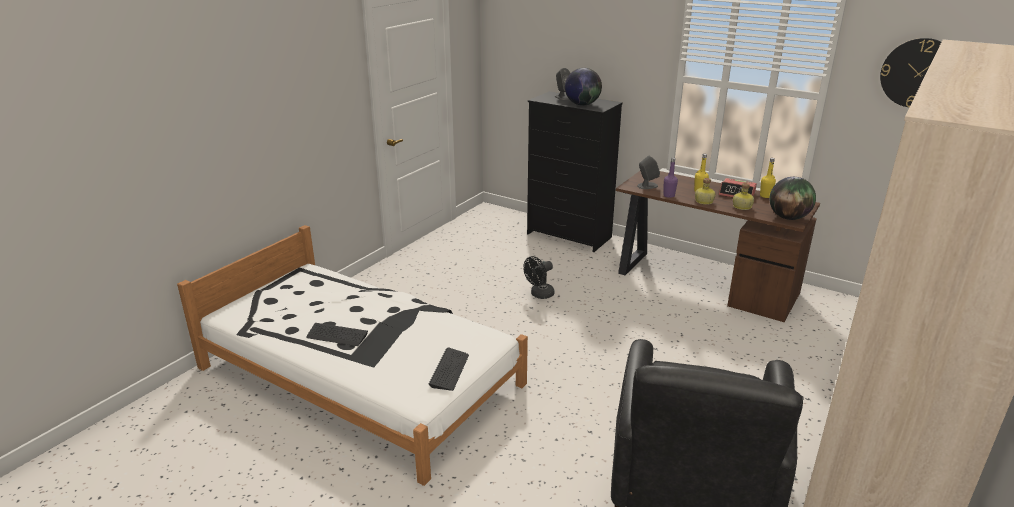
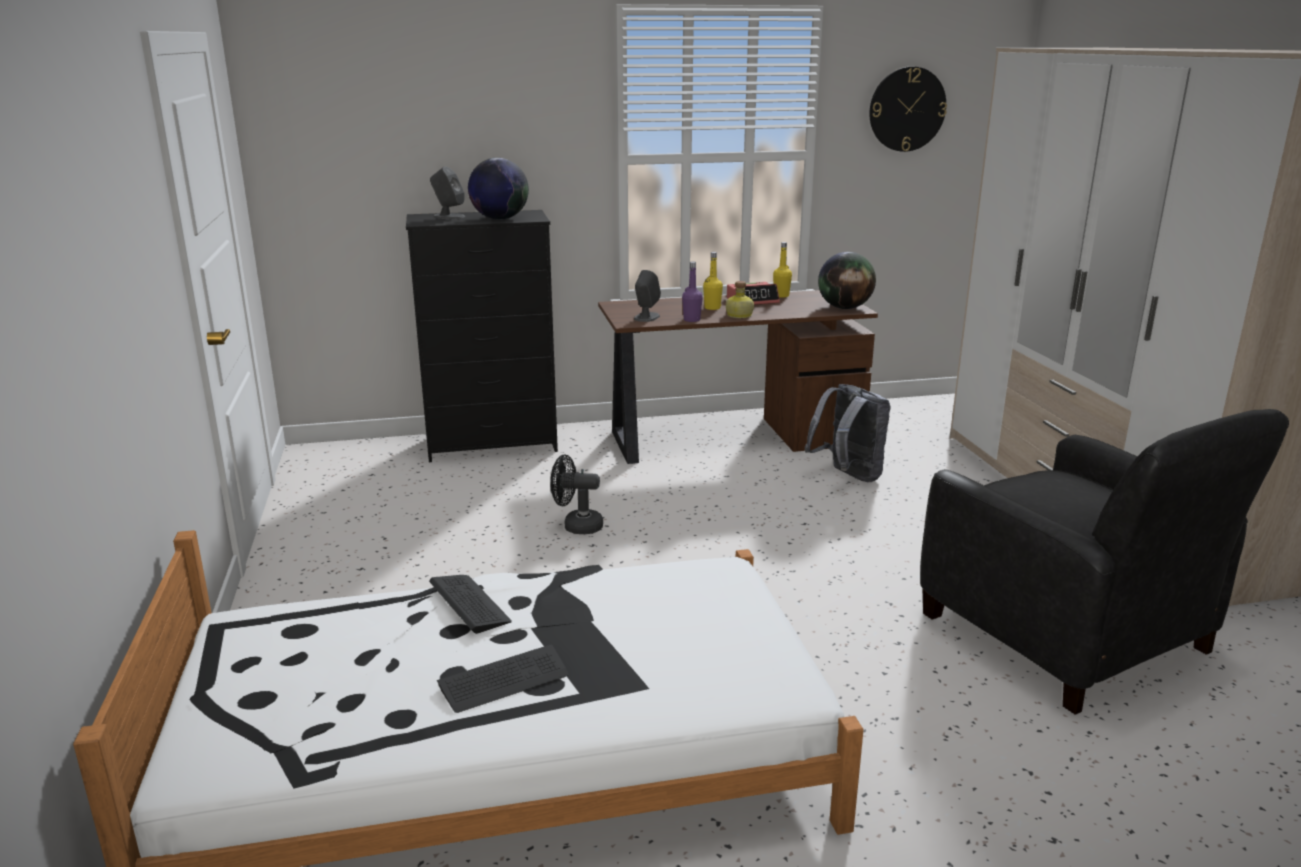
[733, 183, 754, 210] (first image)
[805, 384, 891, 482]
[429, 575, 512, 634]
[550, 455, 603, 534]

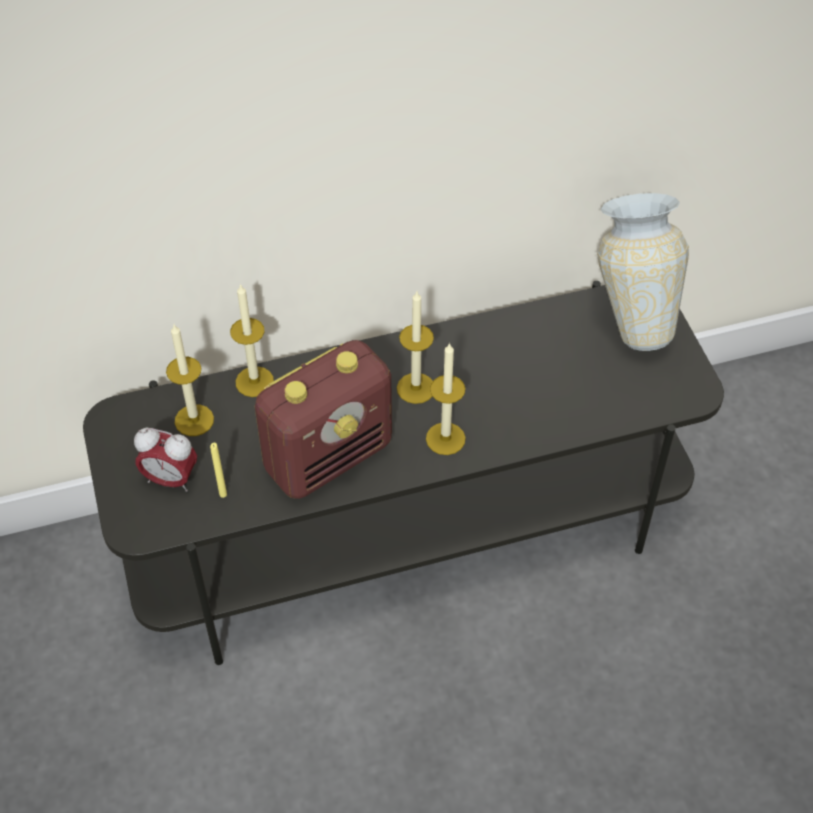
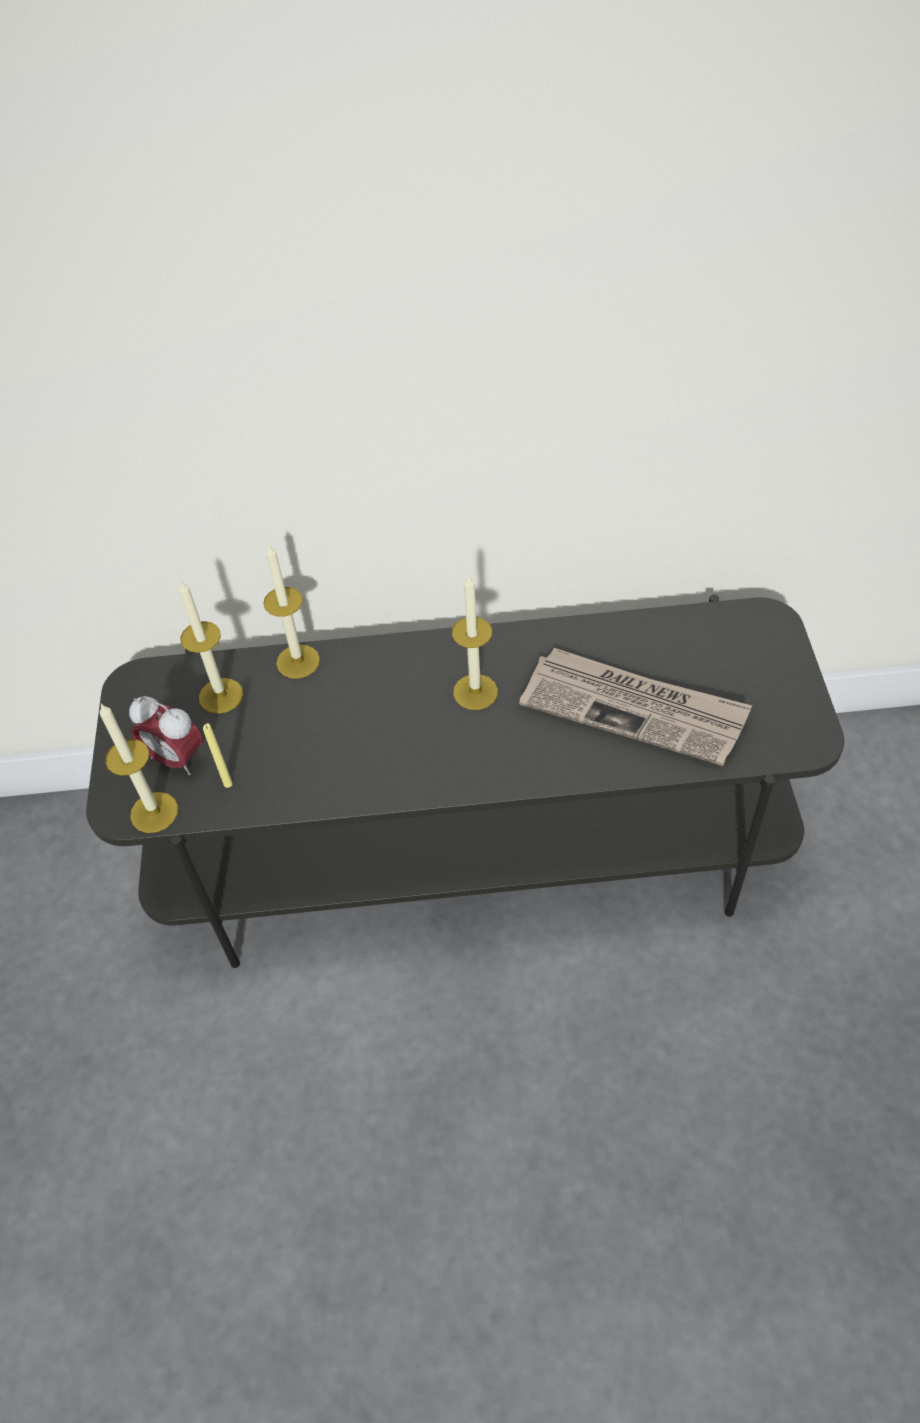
[255, 340, 392, 499] (first image)
[597, 193, 689, 351] (first image)
[519, 648, 752, 766]
[99, 703, 178, 833]

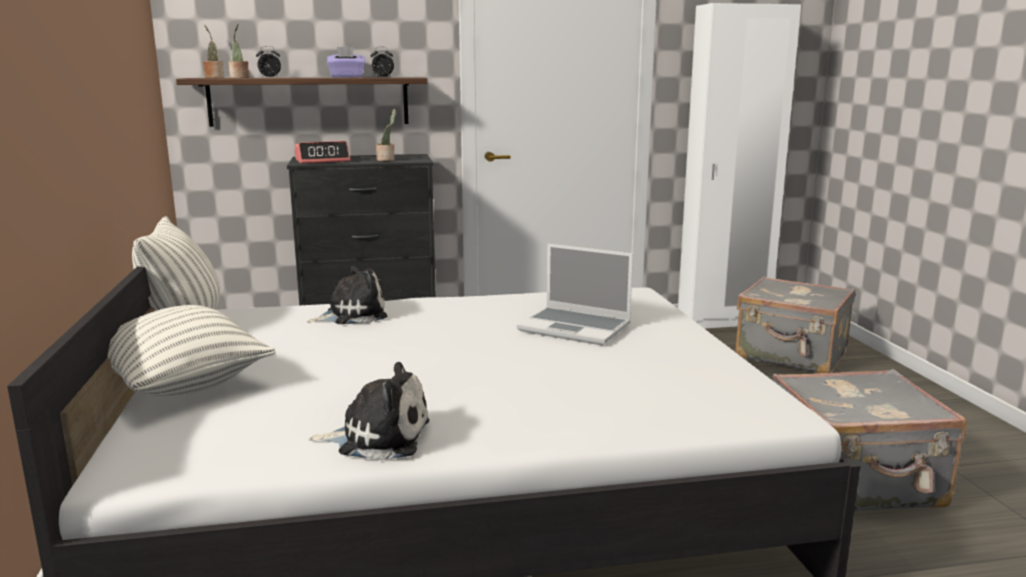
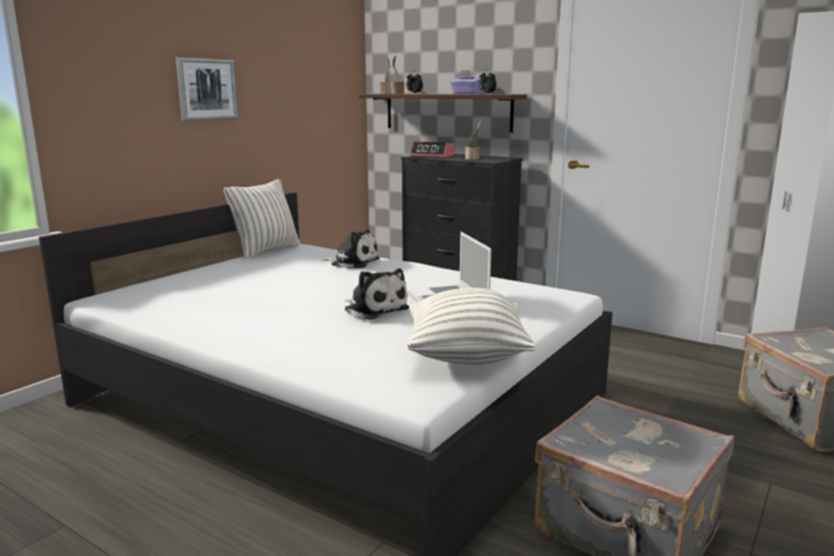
[176, 57, 238, 121]
[407, 288, 537, 365]
[345, 268, 409, 320]

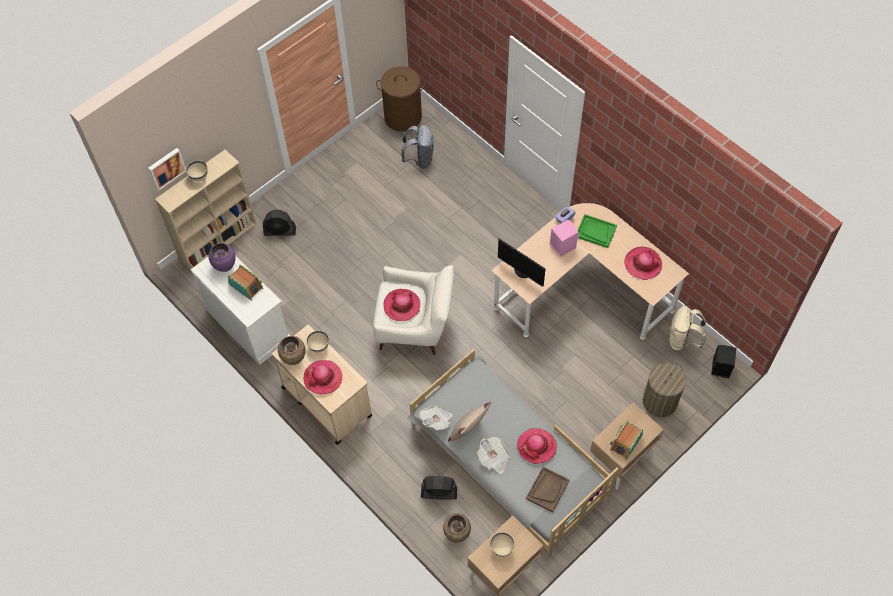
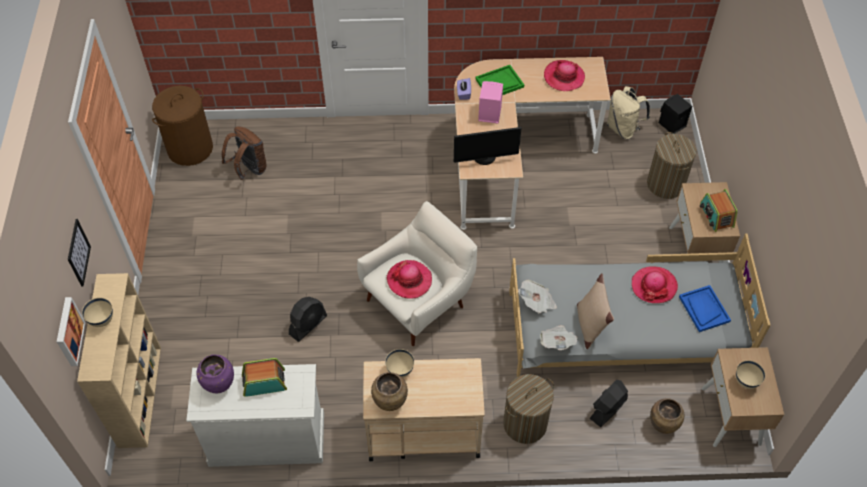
[303, 360, 342, 394] (first image)
[68, 219, 91, 287]
[503, 374, 554, 444]
[289, 297, 327, 342]
[518, 280, 557, 313]
[222, 126, 267, 180]
[679, 285, 731, 332]

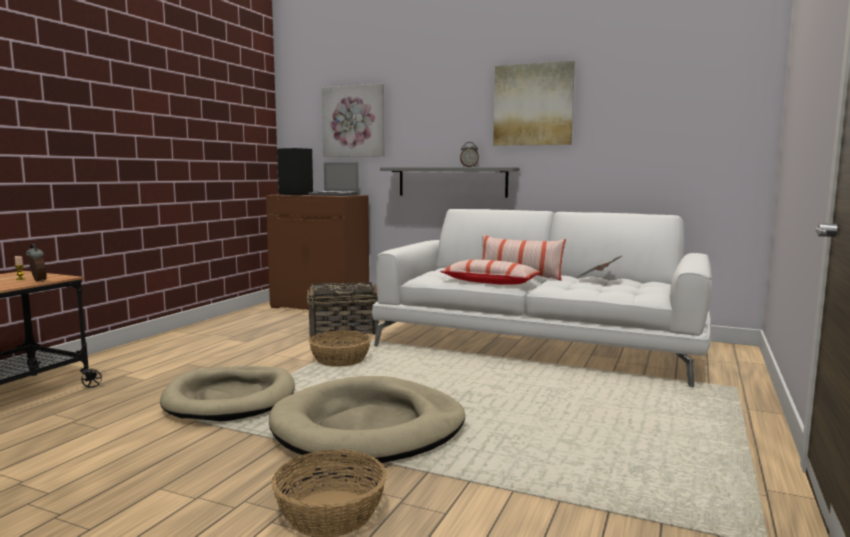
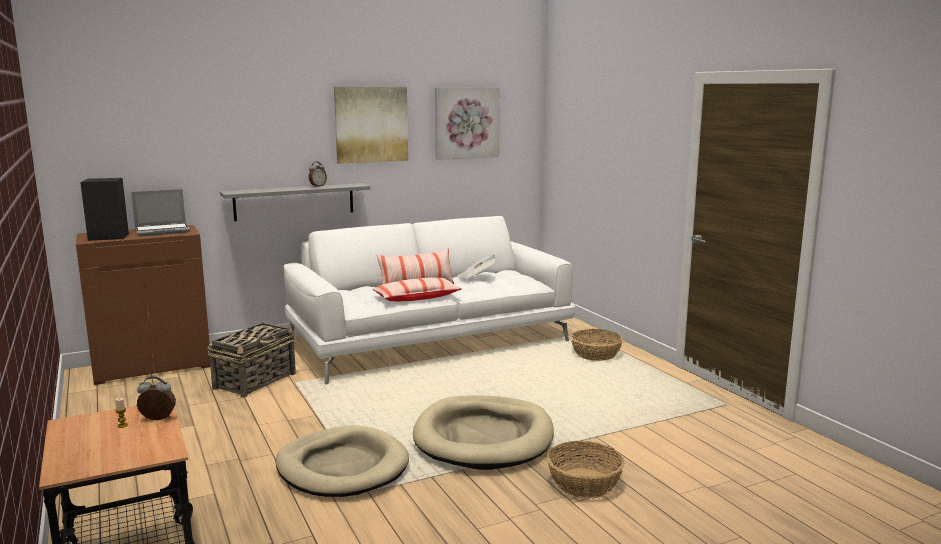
[571, 329, 623, 361]
[435, 87, 500, 160]

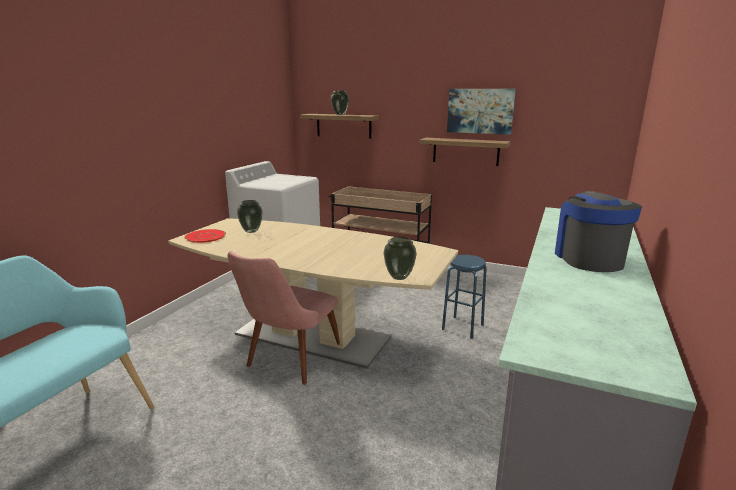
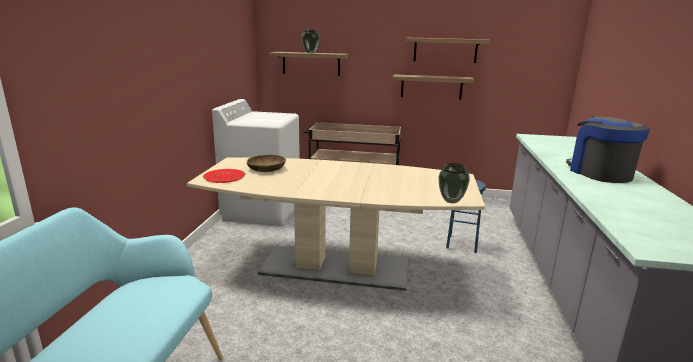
[227, 251, 340, 385] (first image)
[247, 155, 286, 172]
[406, 38, 490, 63]

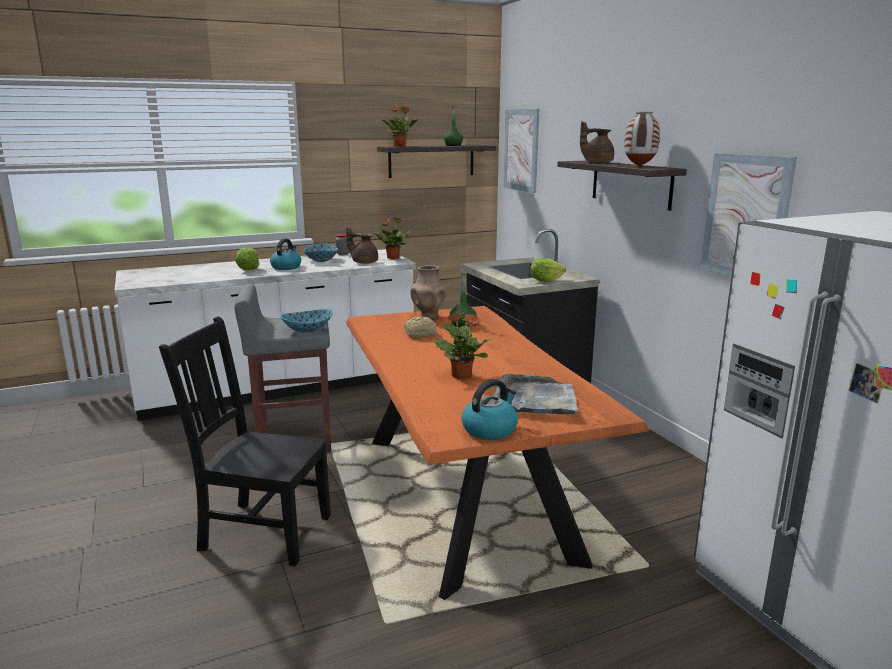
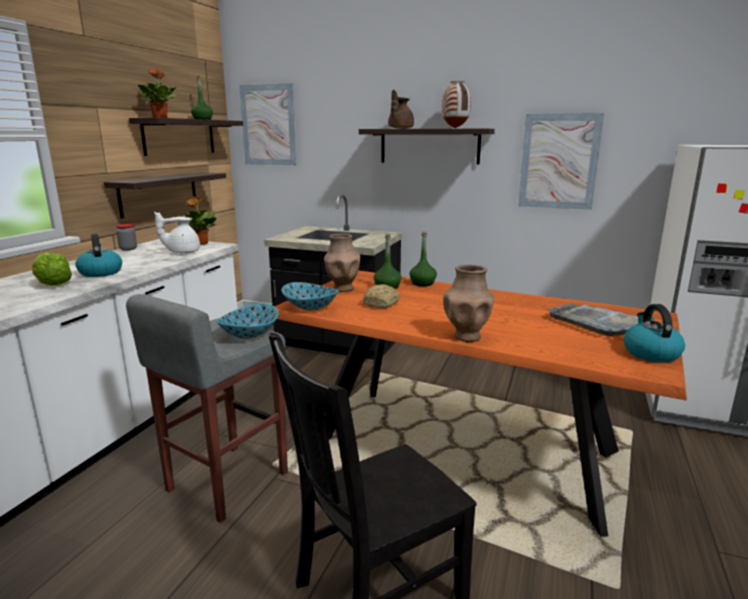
[432, 312, 491, 379] (first image)
[530, 258, 566, 282] (first image)
[104, 172, 226, 219]
[409, 231, 437, 286]
[443, 265, 494, 342]
[282, 282, 339, 311]
[154, 212, 200, 253]

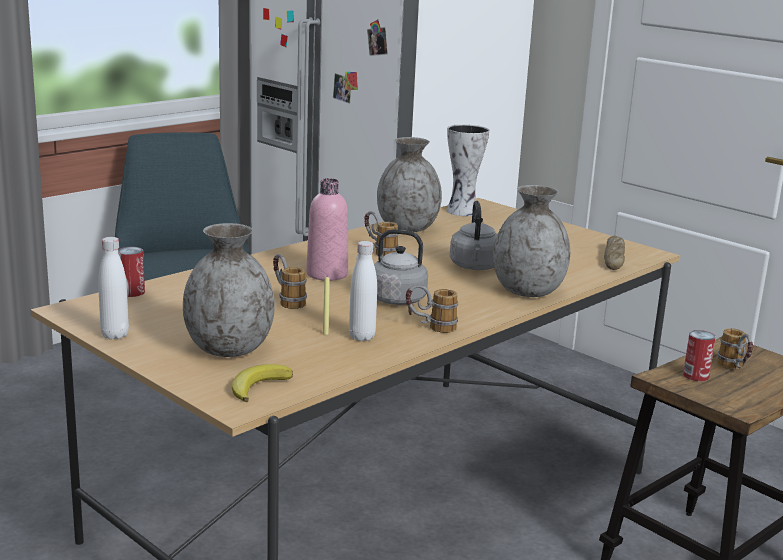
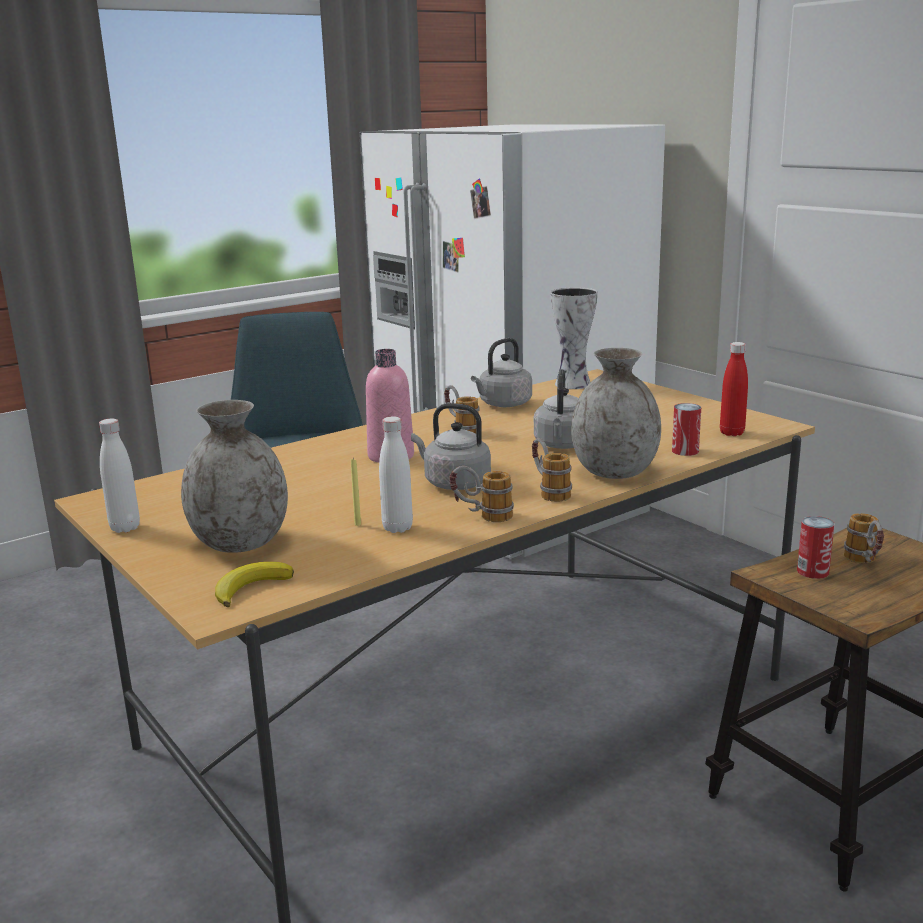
[672, 403, 701, 456]
[532, 438, 572, 502]
[471, 338, 532, 407]
[720, 342, 748, 436]

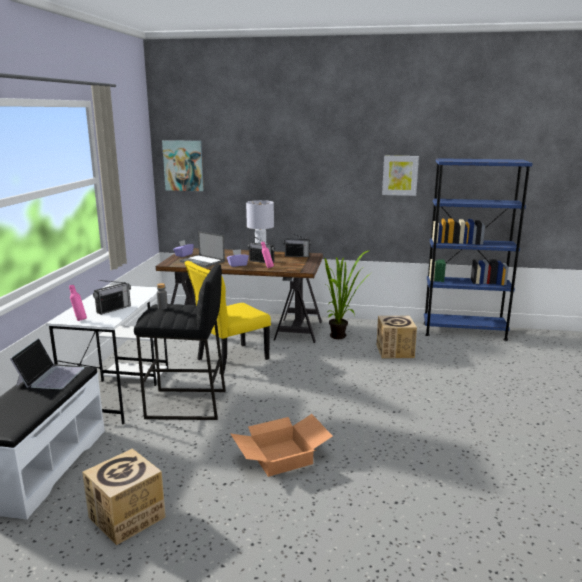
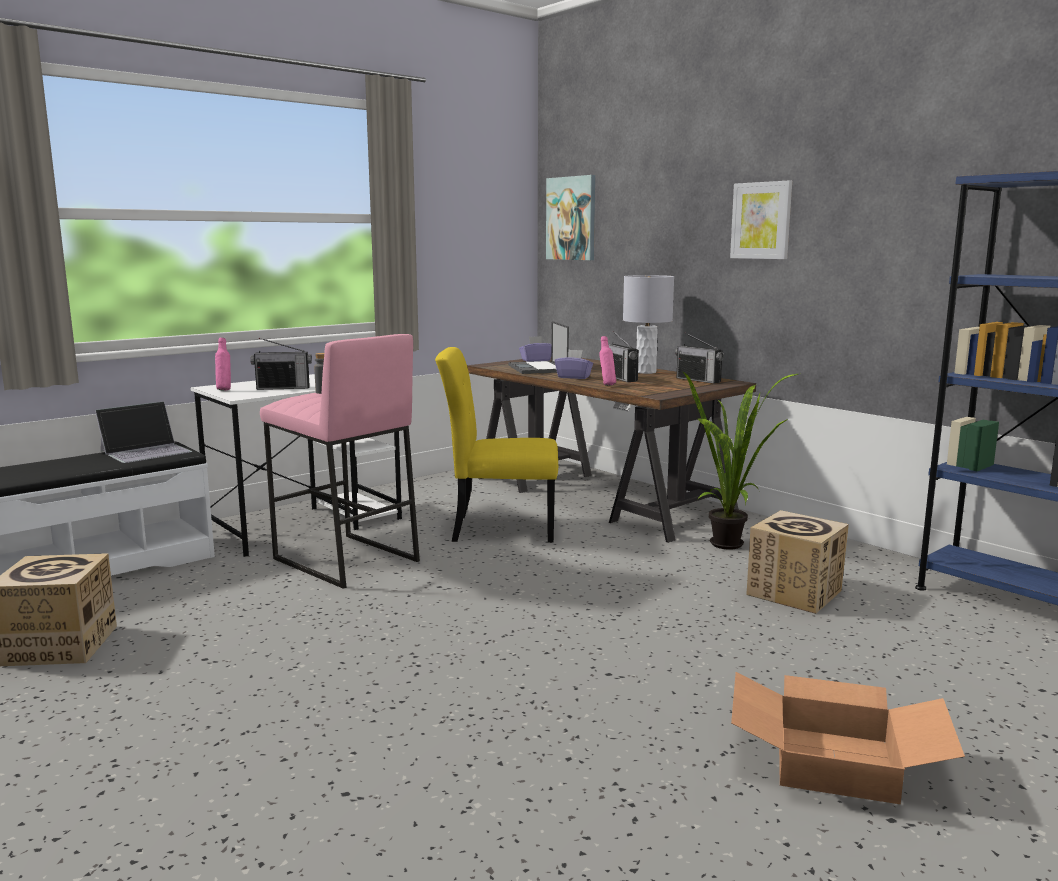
[731, 672, 965, 804]
[730, 180, 792, 259]
[260, 334, 420, 589]

